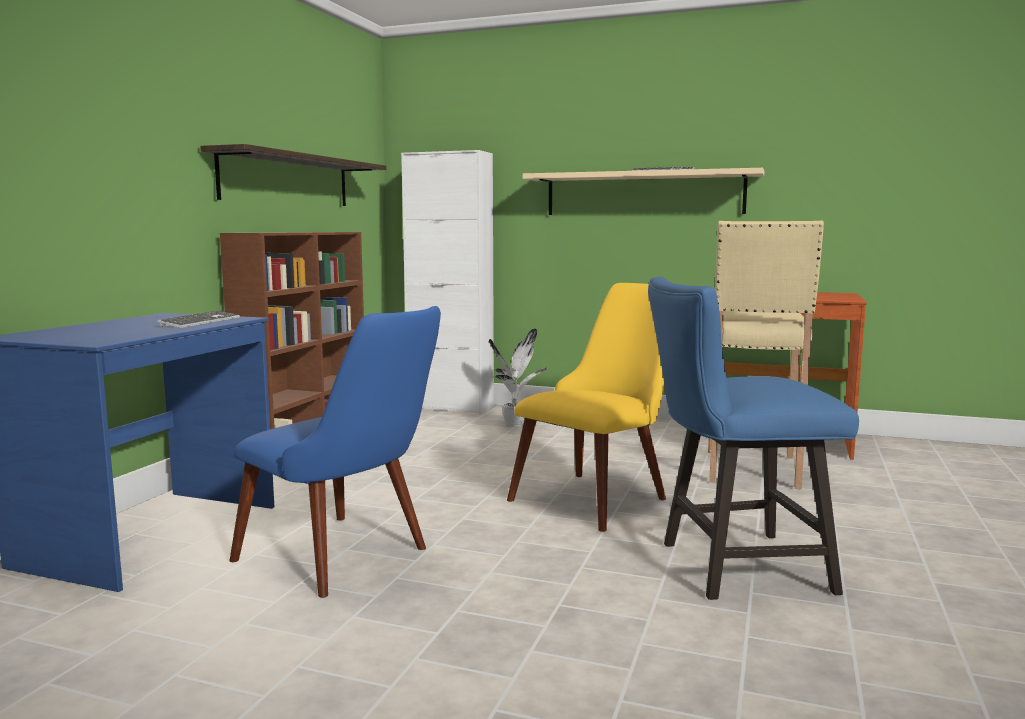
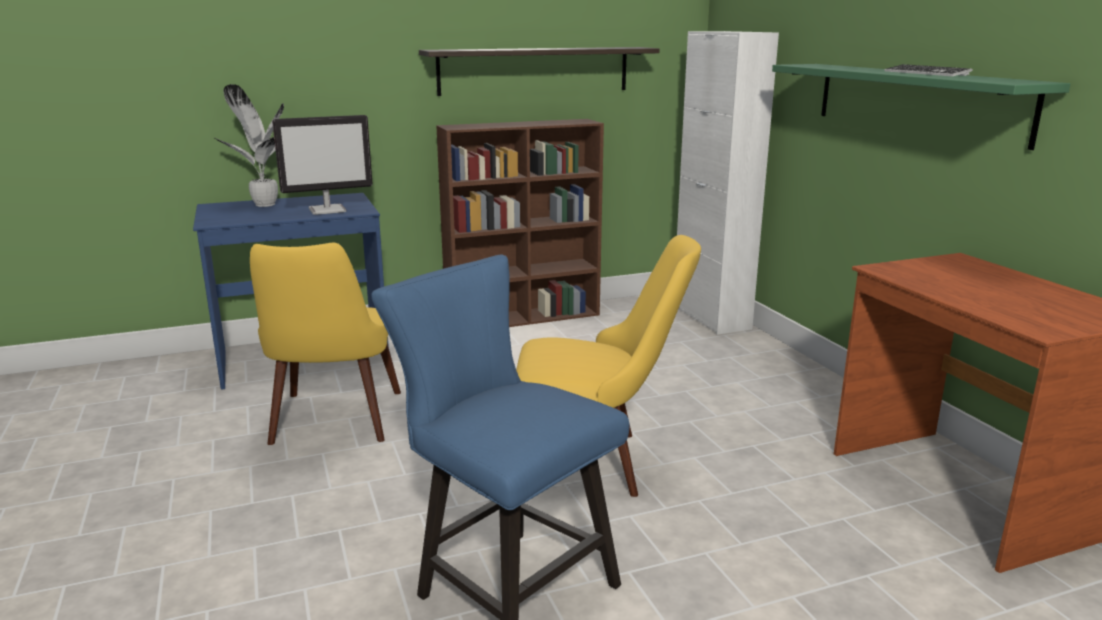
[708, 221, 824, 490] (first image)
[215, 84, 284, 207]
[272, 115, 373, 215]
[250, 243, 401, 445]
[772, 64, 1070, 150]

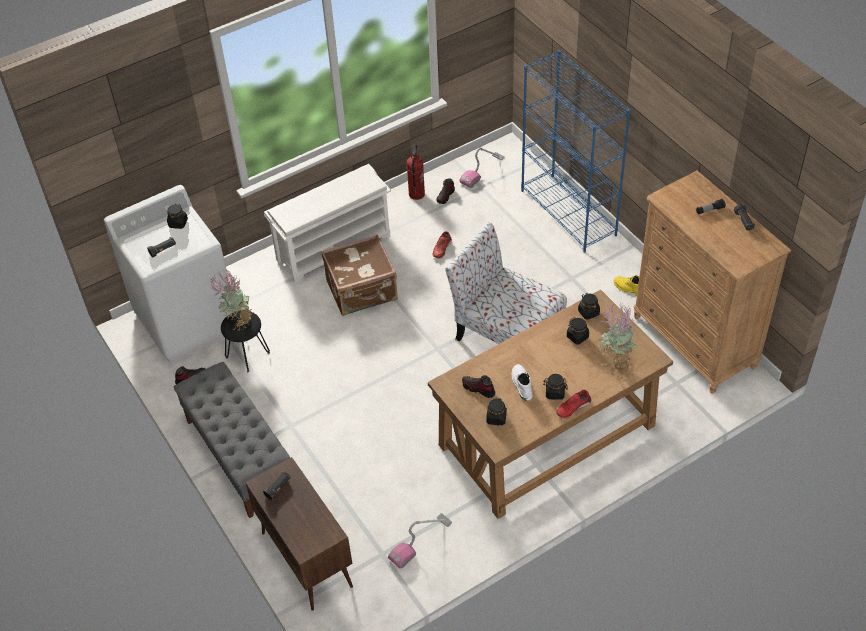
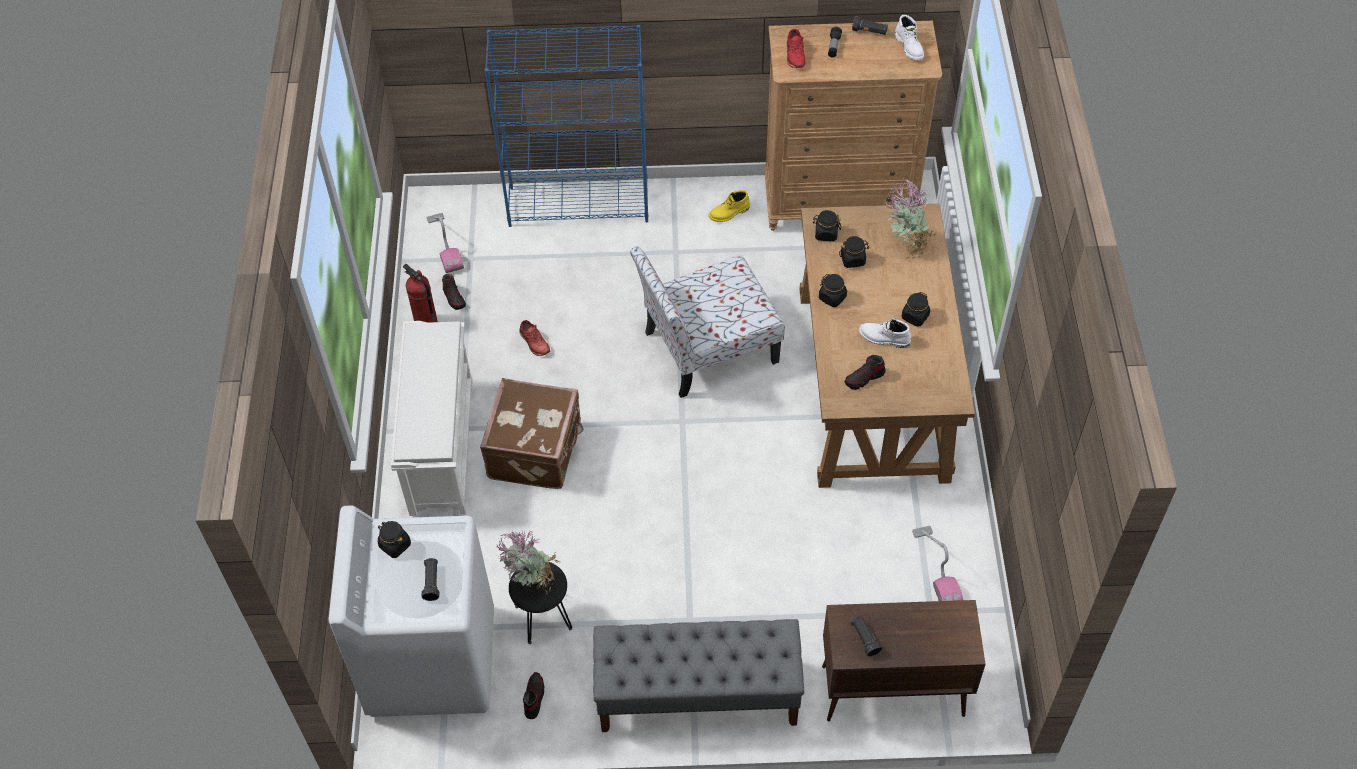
[894, 15, 924, 60]
[819, 274, 848, 307]
[787, 29, 805, 68]

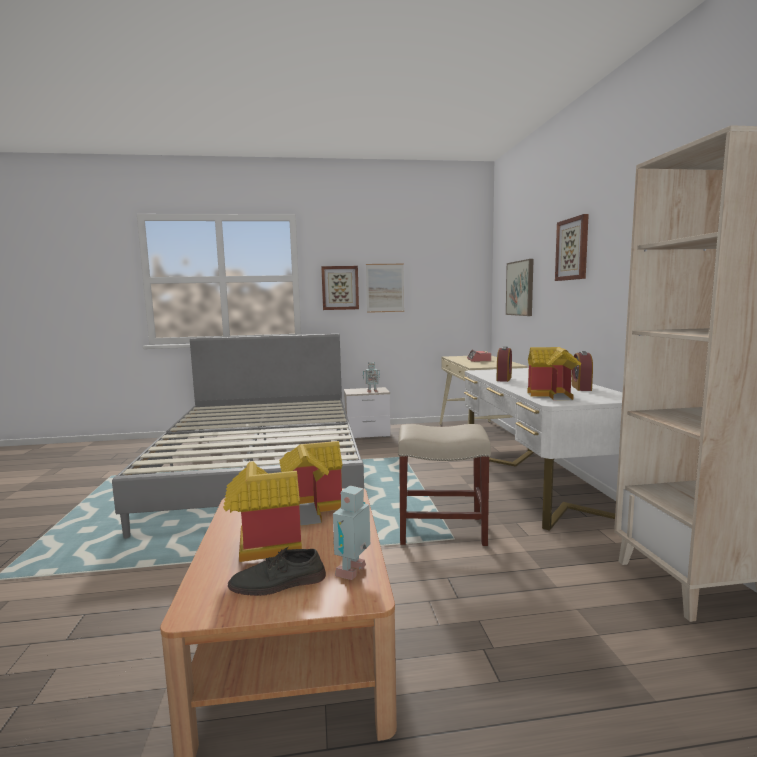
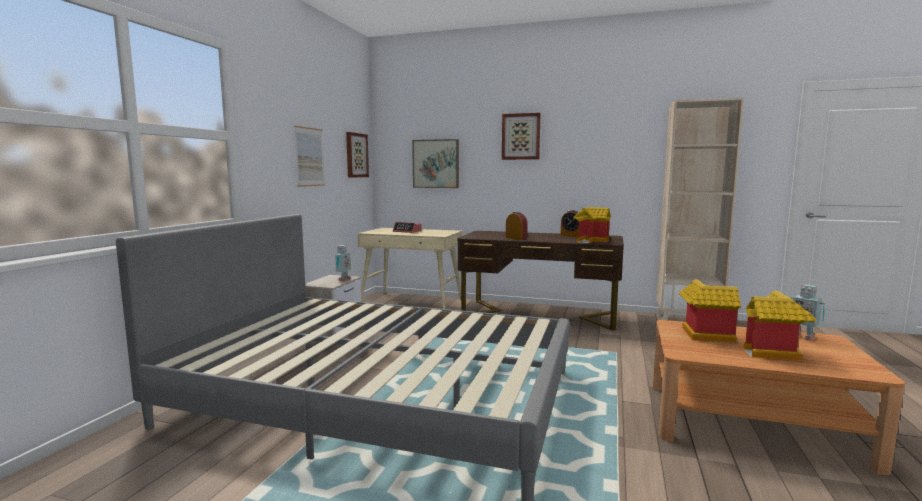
[228, 546, 326, 596] (first image)
[398, 424, 491, 546] (first image)
[346, 132, 369, 177]
[458, 231, 624, 330]

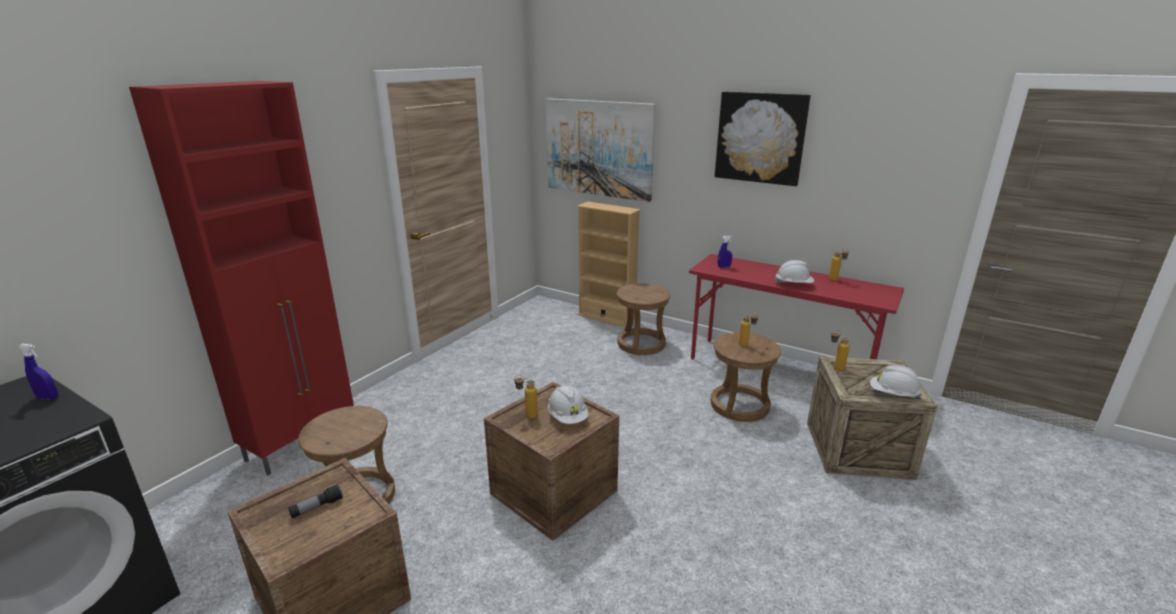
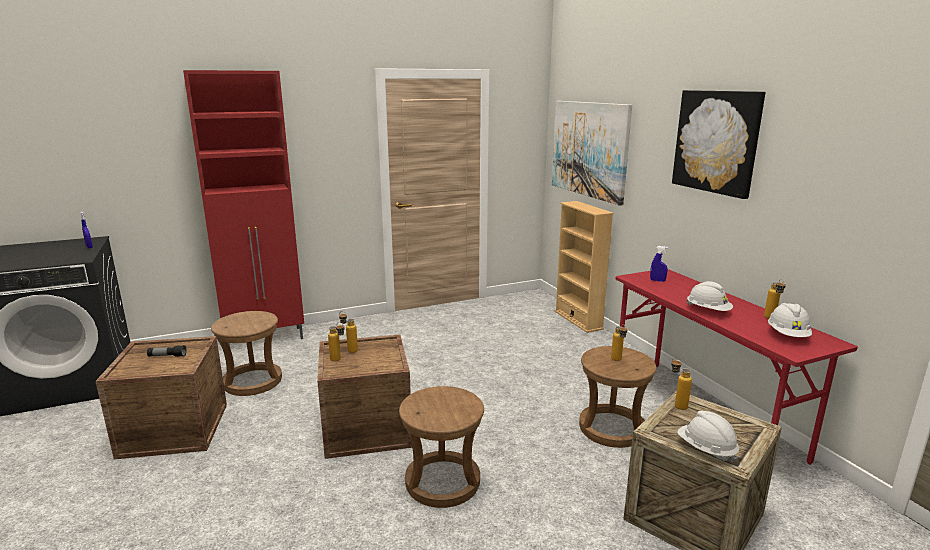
[328, 322, 344, 362]
[768, 303, 812, 337]
[399, 386, 484, 508]

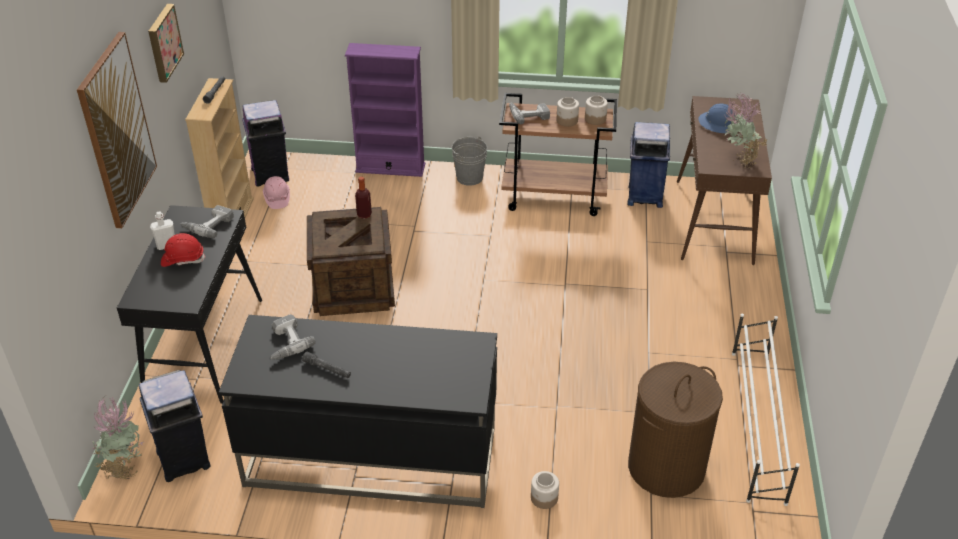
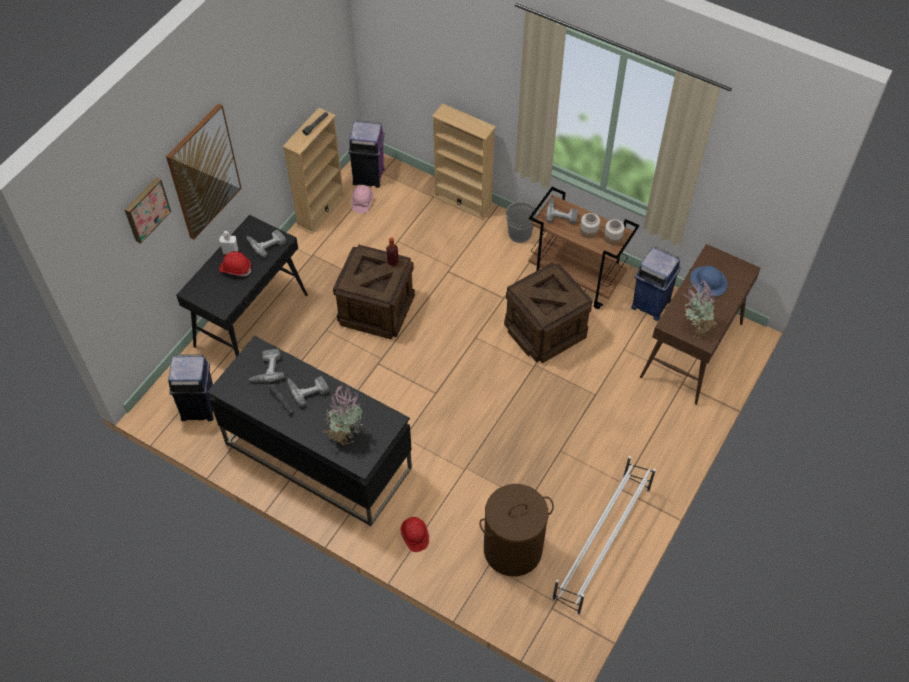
[287, 376, 329, 407]
[504, 262, 593, 363]
[324, 384, 363, 445]
[124, 177, 171, 244]
[400, 517, 429, 552]
[432, 103, 496, 220]

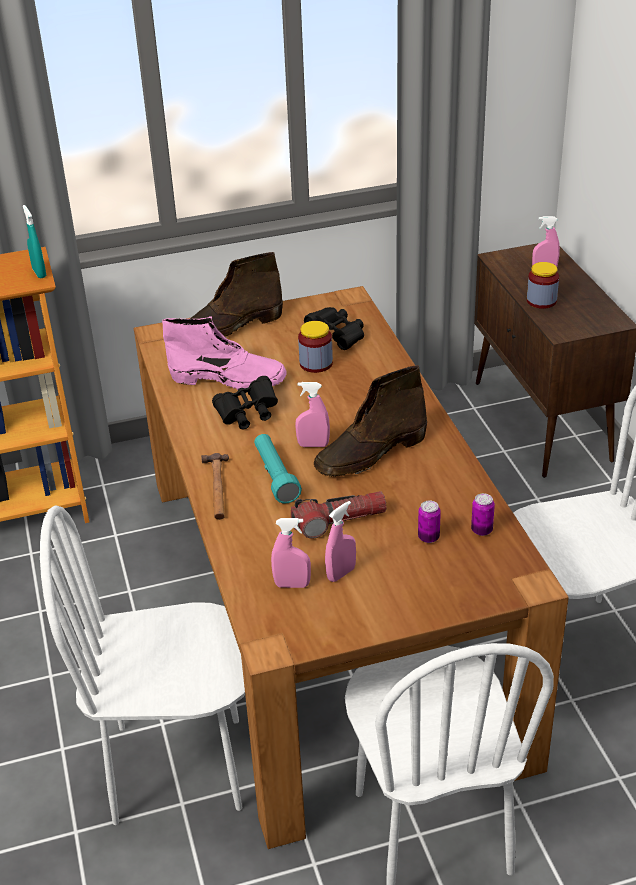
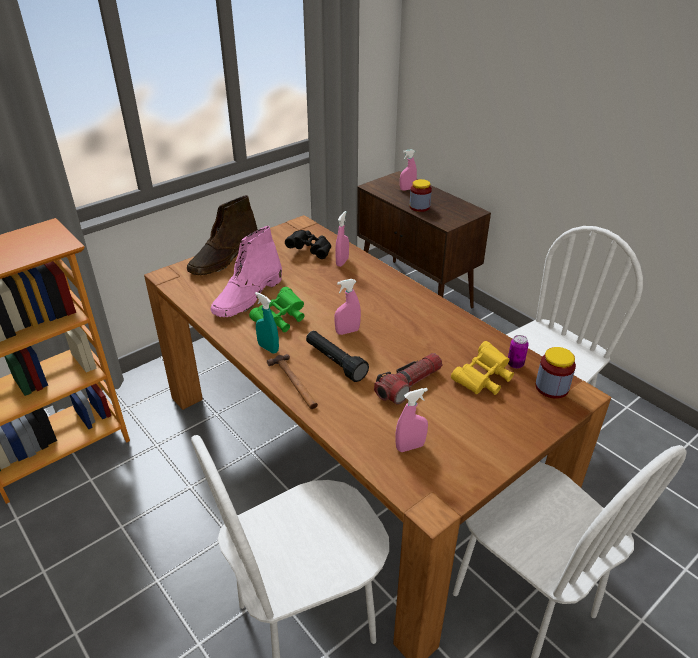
[314, 365, 427, 477] (first image)
[255, 292, 279, 354]
[535, 347, 576, 399]
[335, 211, 349, 267]
[451, 341, 514, 395]
[249, 287, 304, 332]
[306, 331, 369, 382]
[211, 226, 282, 317]

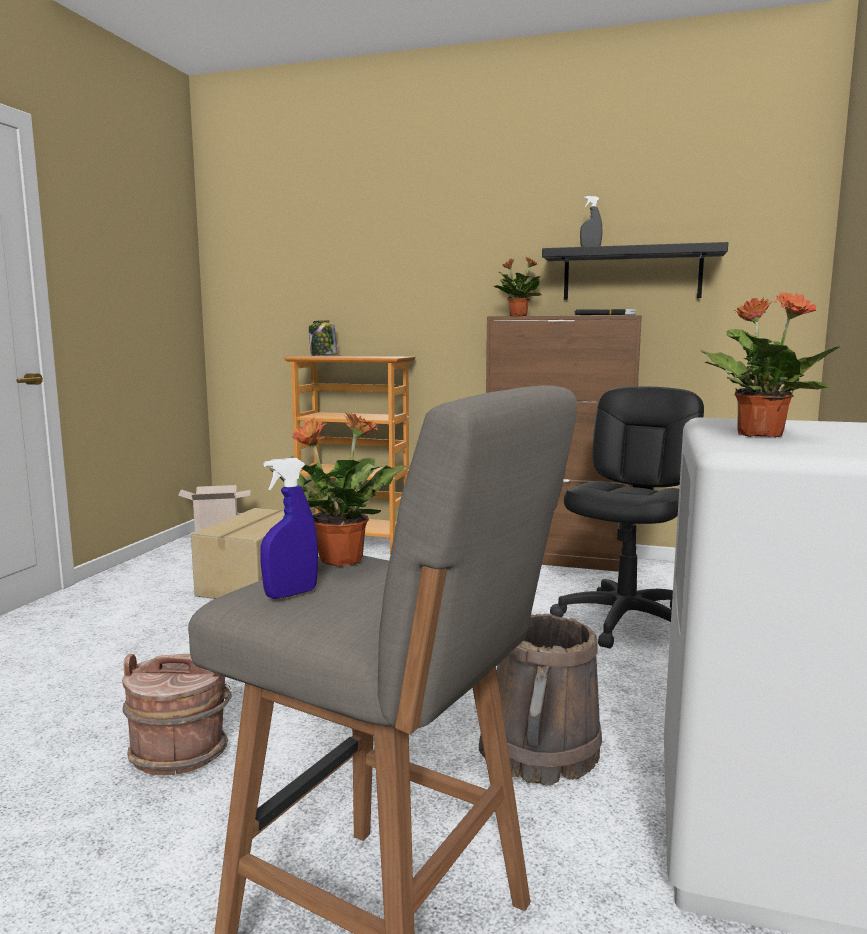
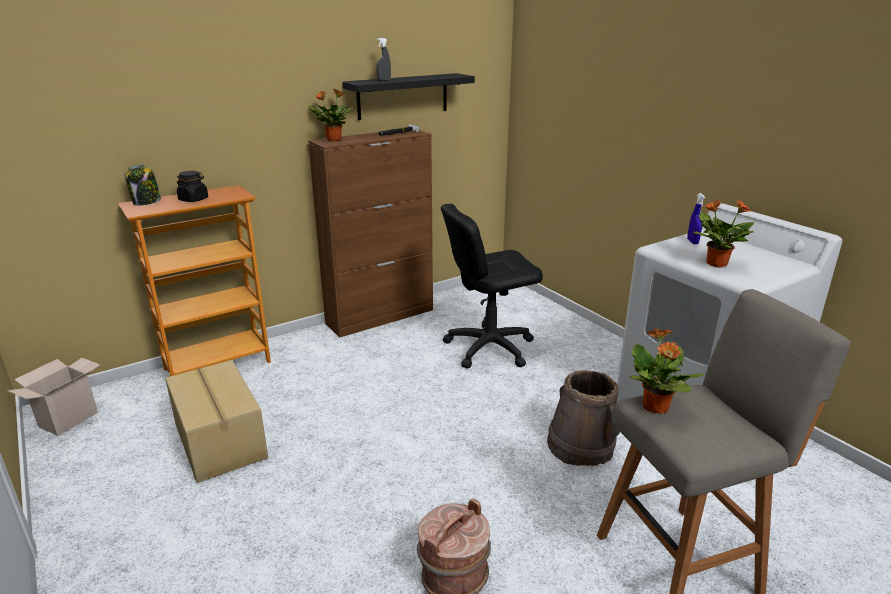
[177, 171, 208, 202]
[687, 193, 705, 244]
[441, 204, 543, 368]

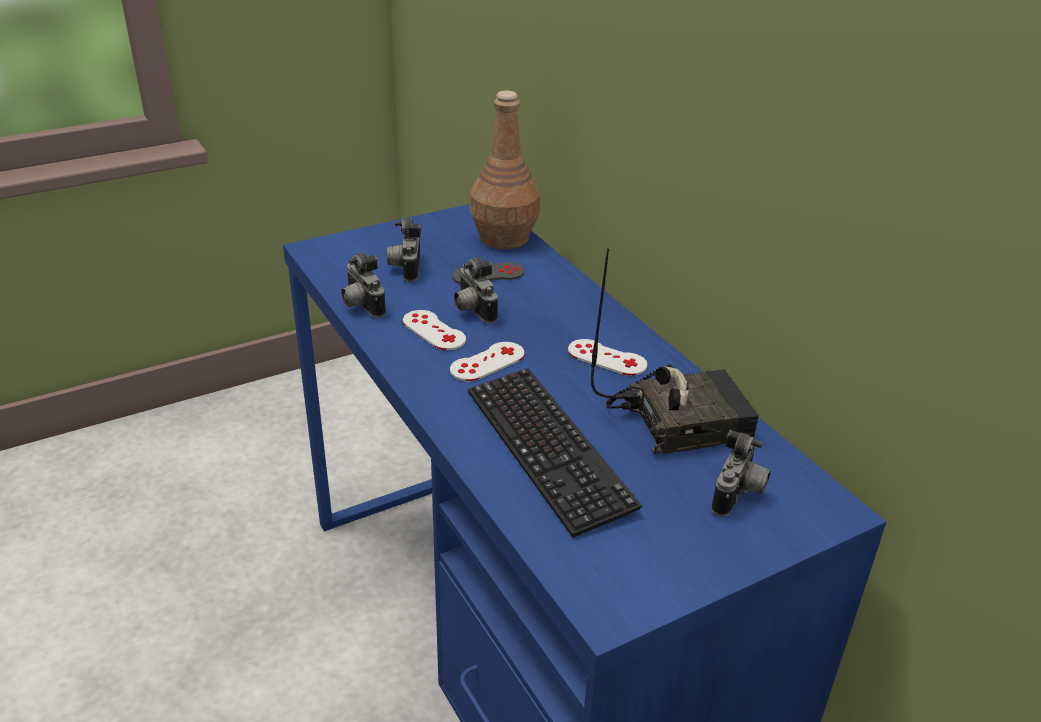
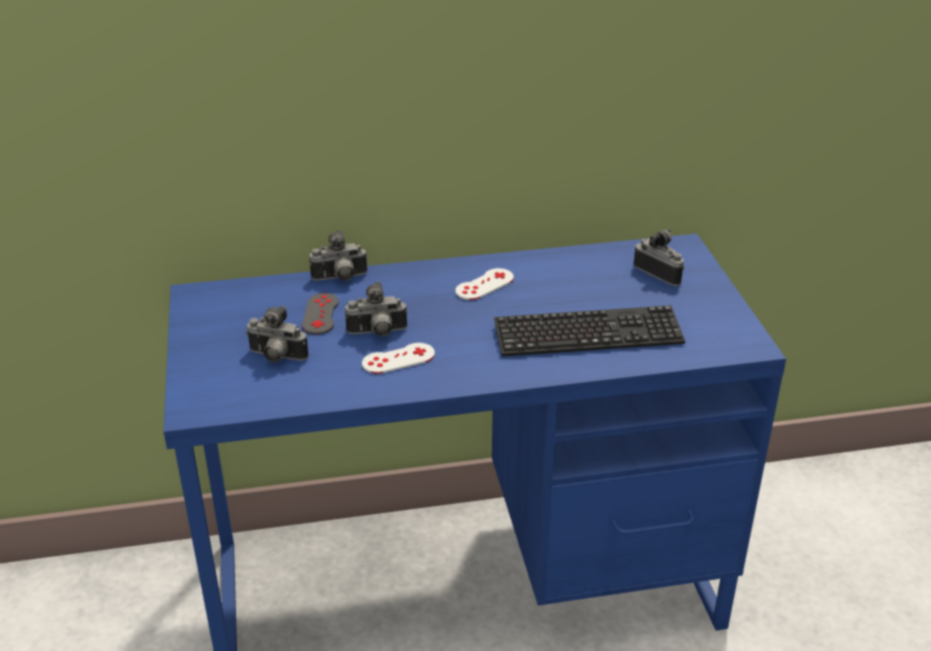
[450, 342, 525, 381] (first image)
[469, 91, 540, 250] (first image)
[591, 248, 759, 455] (first image)
[309, 230, 367, 281]

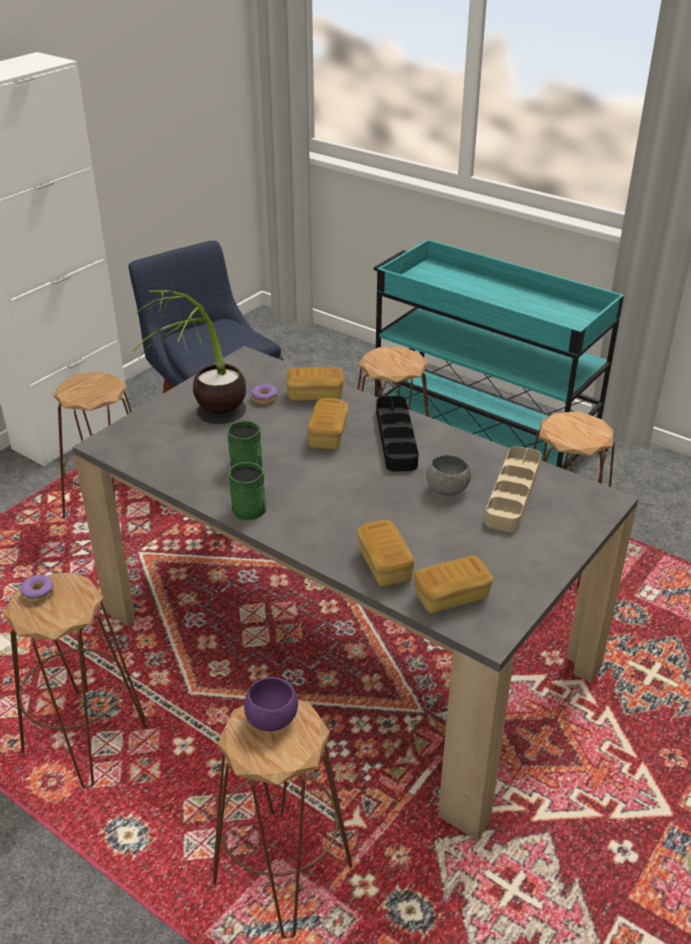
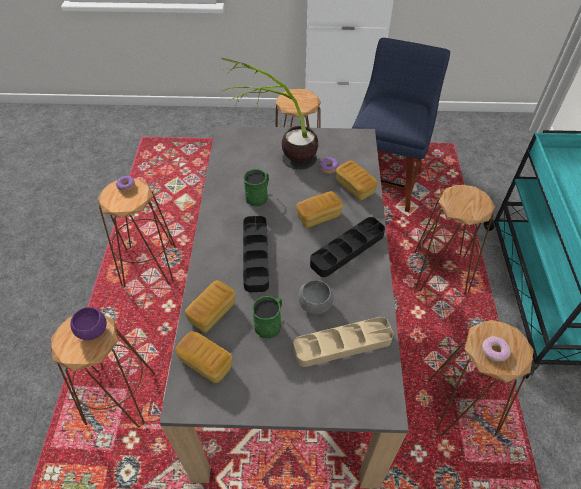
[243, 216, 269, 292]
[482, 336, 511, 362]
[252, 296, 282, 339]

